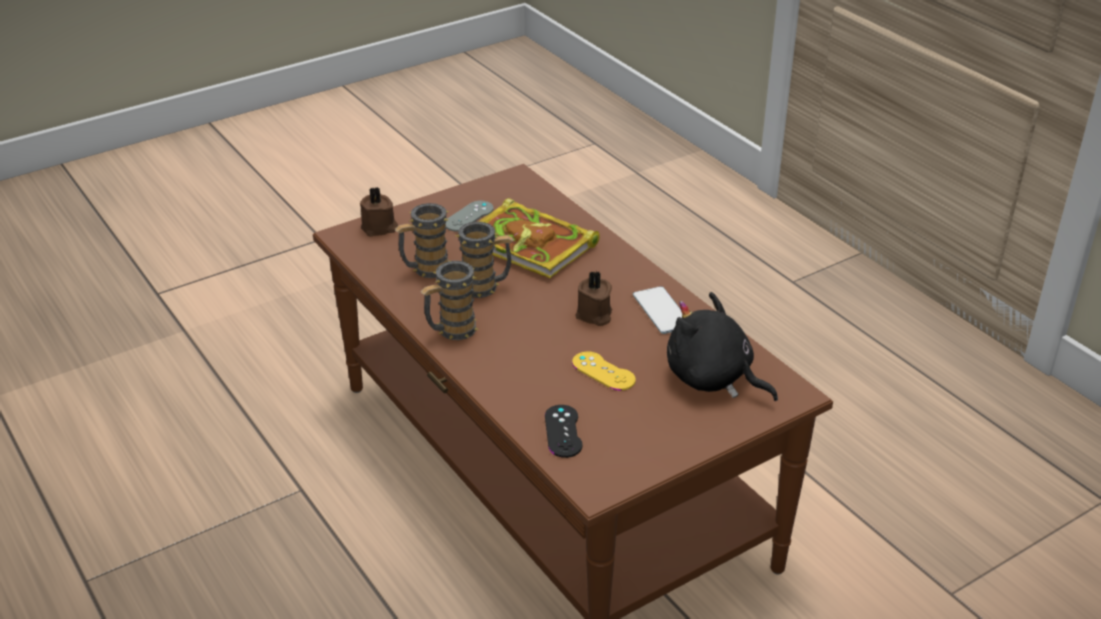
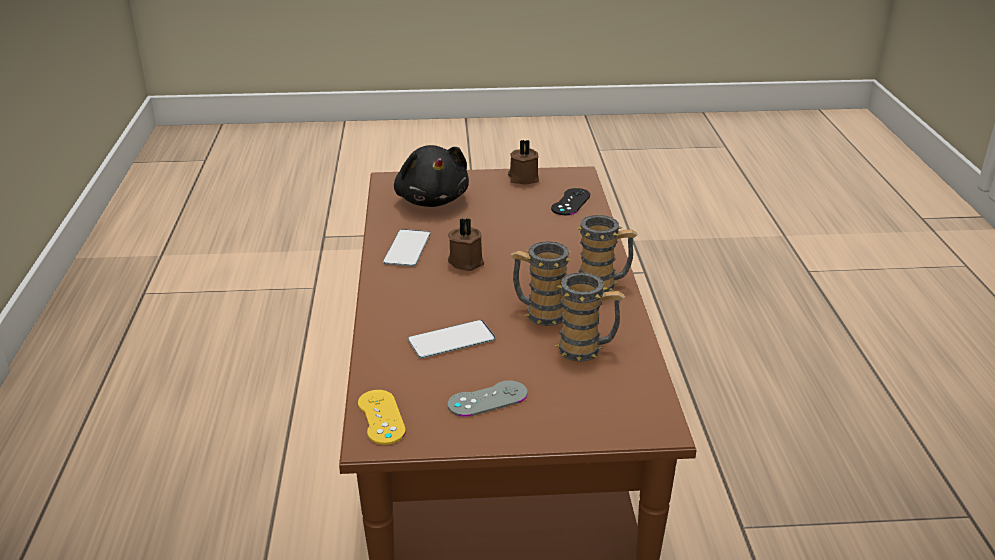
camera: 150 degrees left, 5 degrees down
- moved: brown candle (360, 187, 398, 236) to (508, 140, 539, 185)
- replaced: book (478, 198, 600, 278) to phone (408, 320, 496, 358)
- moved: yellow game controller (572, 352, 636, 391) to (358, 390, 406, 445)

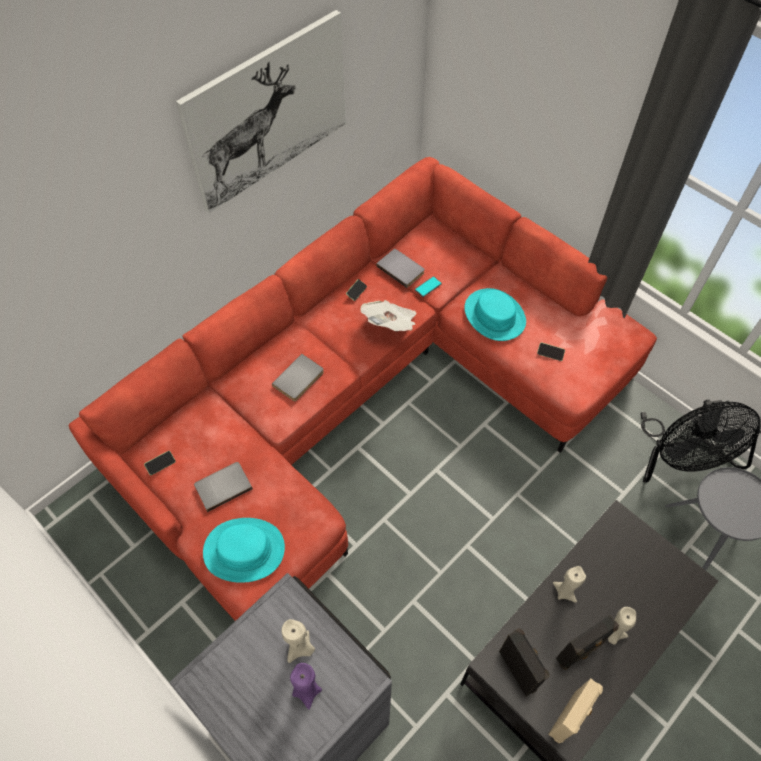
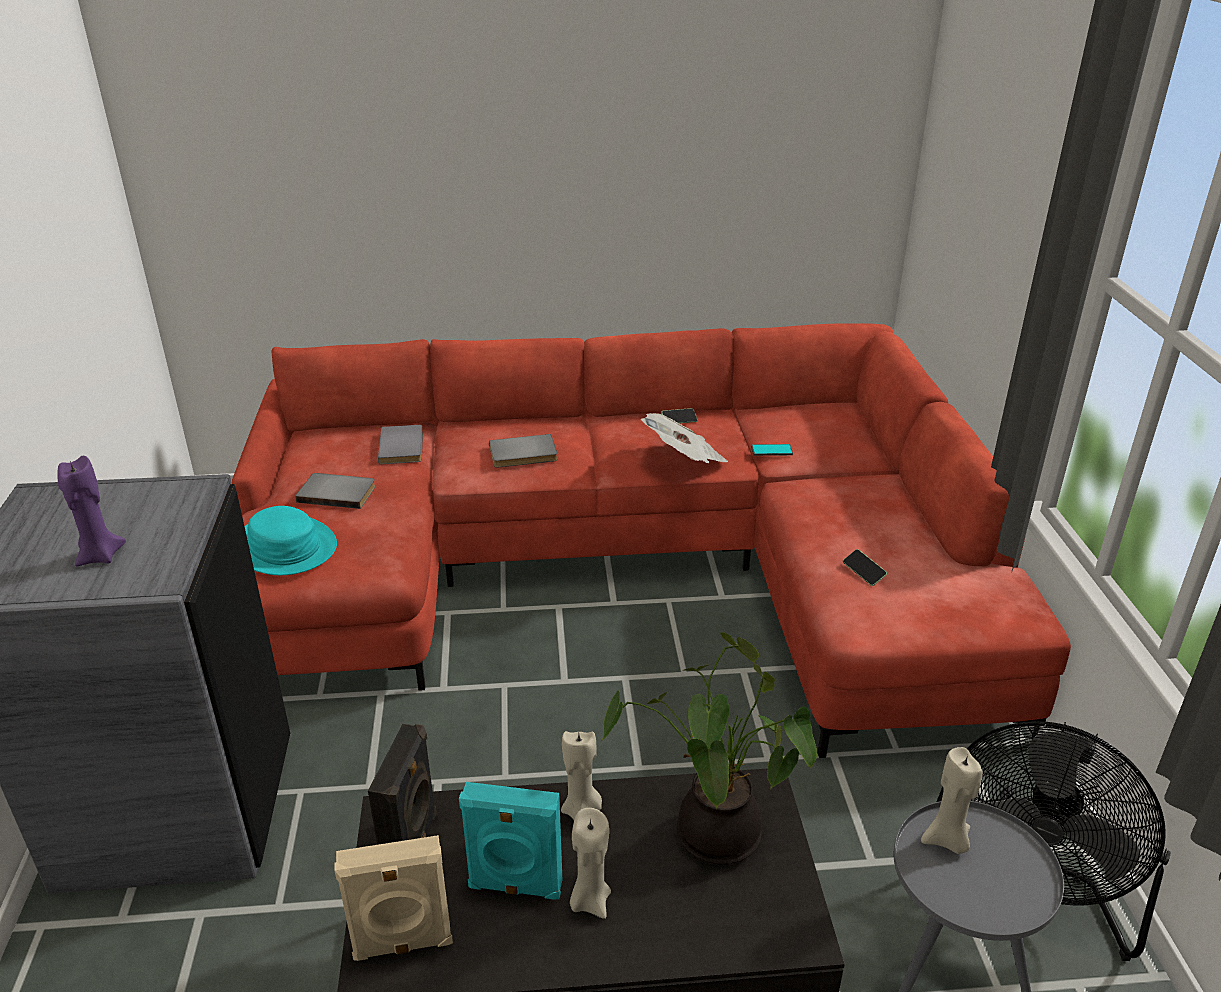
camera: 40 degrees right, 25 degrees down
- removed: picture (176, 10, 346, 213)
- moved: grey book (376, 249, 425, 288) to (378, 425, 423, 464)
- removed: turquoise hat (464, 288, 526, 341)
- removed: phone (144, 451, 176, 475)
- recoloured: black speaker (556, 615, 619, 669) to turquoise speaker (459, 782, 562, 900)
- moved: beige candle (281, 619, 315, 663) to (921, 747, 983, 854)
- added: potted plant (601, 632, 817, 865)

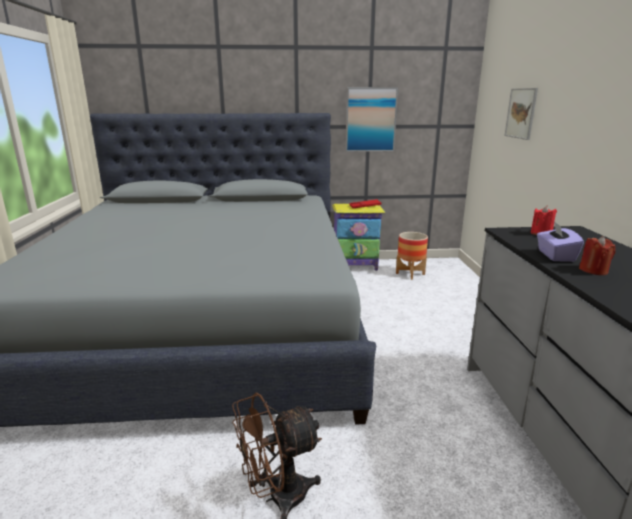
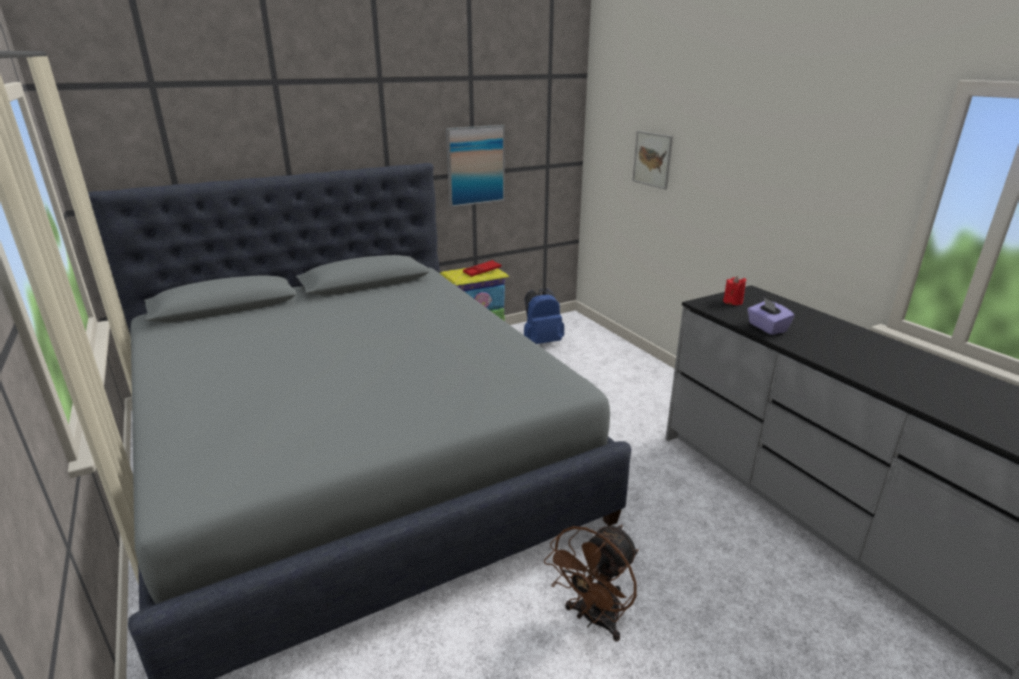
camera: 25 degrees left, 5 degrees up
- replaced: planter (396, 232, 428, 280) to blue backpack (524, 288, 564, 344)
- removed: red candle (579, 236, 616, 275)

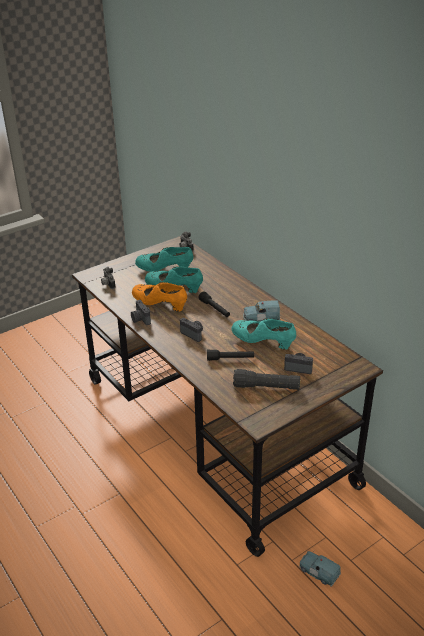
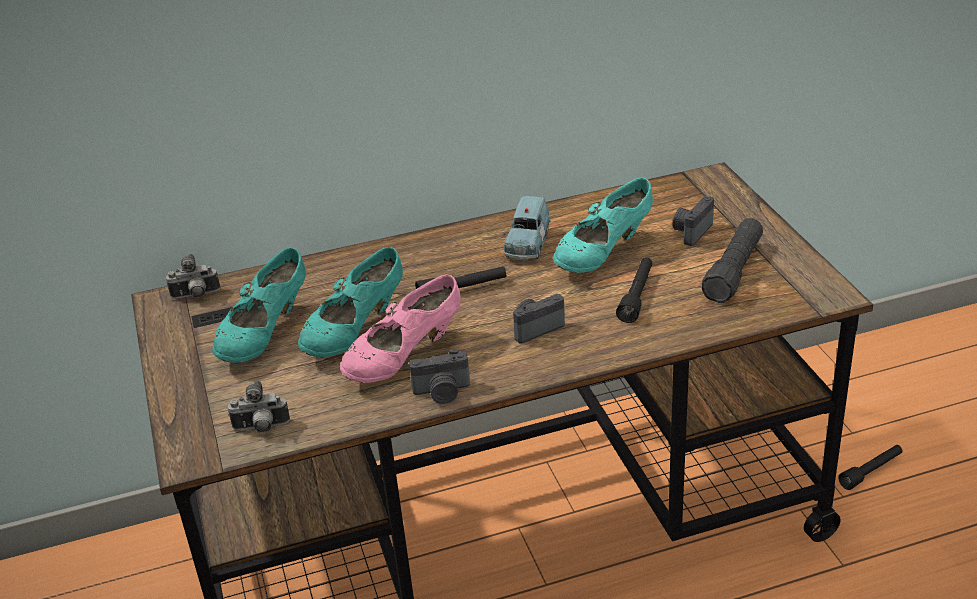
camera: 70 degrees left, 0 degrees up
- recoloured: orange shoe (132, 282, 187, 312) to pink shoe (340, 275, 461, 383)
- replaced: blue toy car (299, 550, 341, 587) to black flashlight (838, 445, 902, 490)

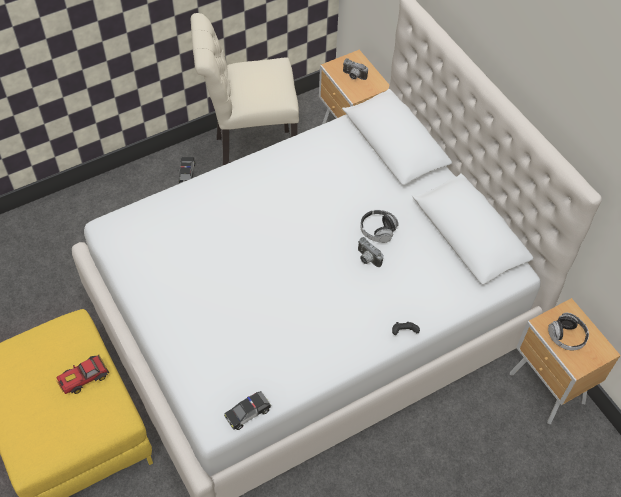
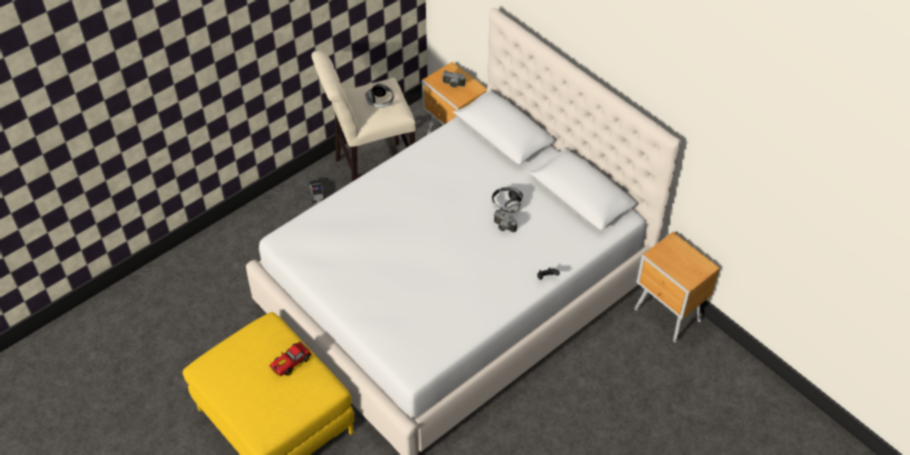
camera: 10 degrees left, 5 degrees down
- moved: headphones (548, 313, 589, 350) to (365, 83, 394, 108)
- removed: toy car (224, 391, 271, 430)

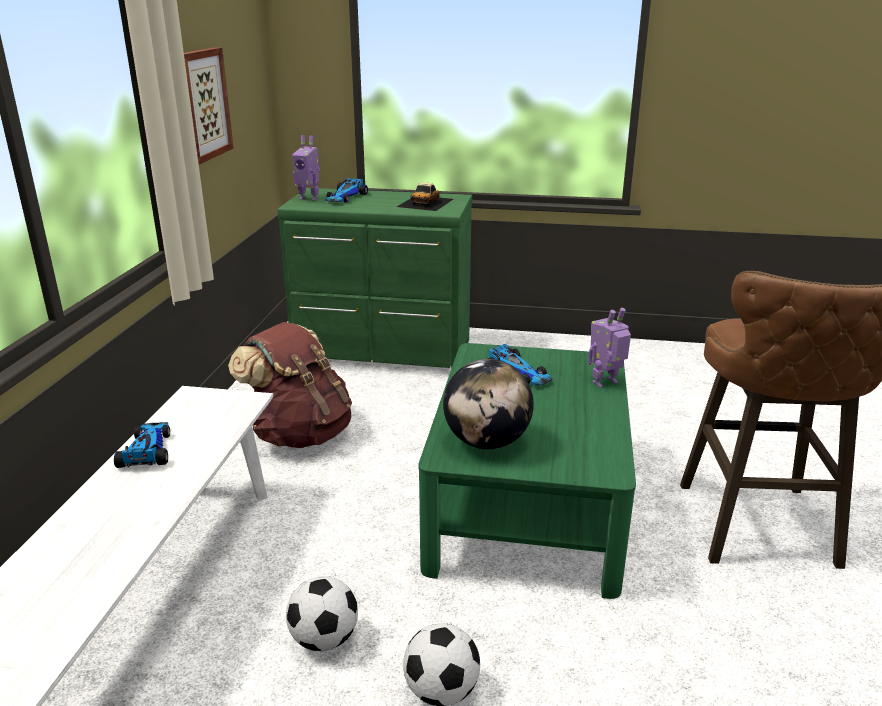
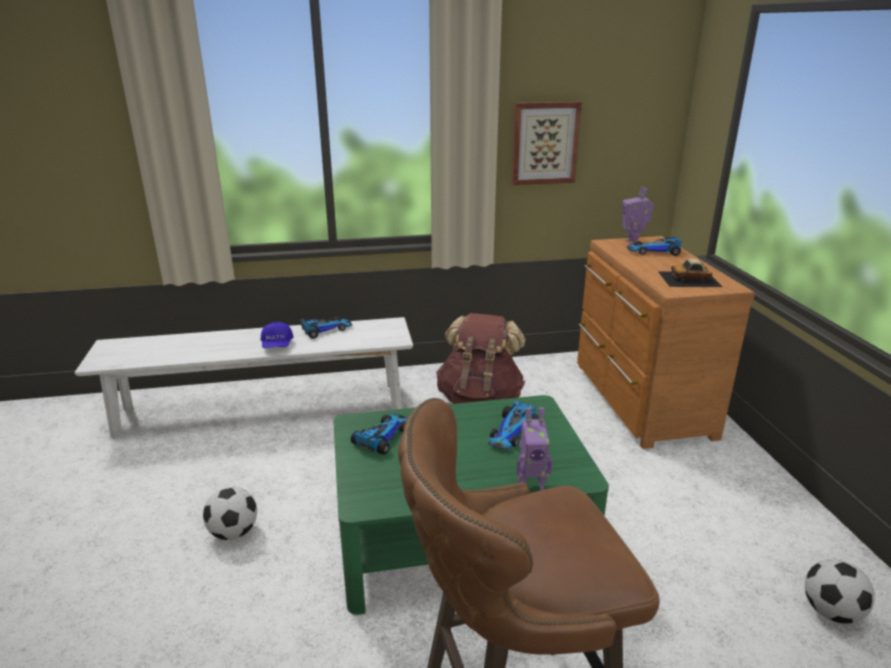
camera: 70 degrees right, 0 degrees up
- recoloured: green dresser (277, 188, 472, 369) to brown dresser (577, 236, 755, 449)
- turned: toy robot (589, 308, 631, 388) = (517, 407, 552, 490) 135 degrees clockwise
- replaced: globe (443, 359, 534, 449) to toy car (351, 414, 408, 455)
- moved: football (286, 576, 358, 651) to (805, 559, 875, 624)
- added: blue cap (261, 322, 294, 348)

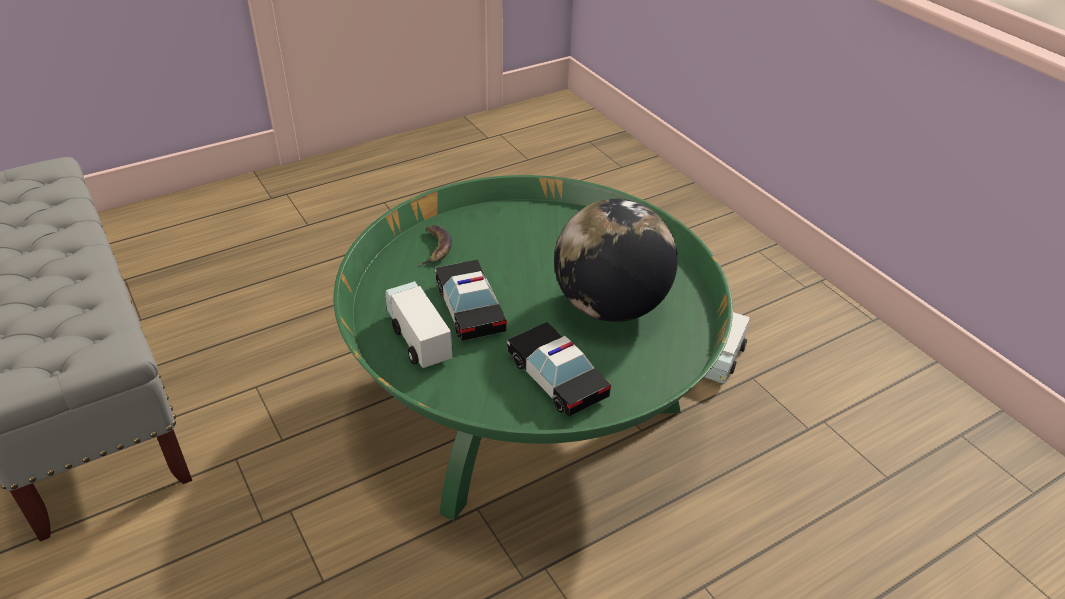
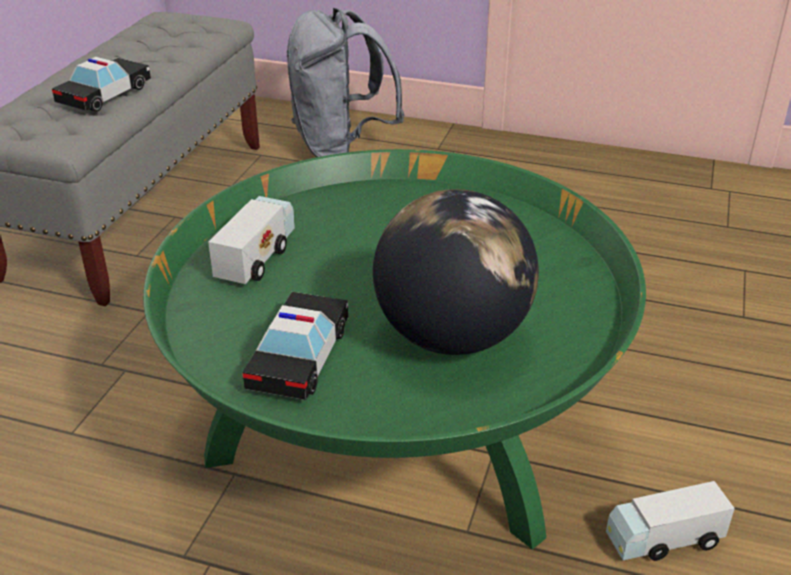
camera: 50 degrees right, 5 degrees down
- removed: banana (419, 225, 452, 266)
- moved: toy car (435, 260, 507, 341) to (52, 57, 151, 112)
- added: grey backpack (287, 8, 405, 157)

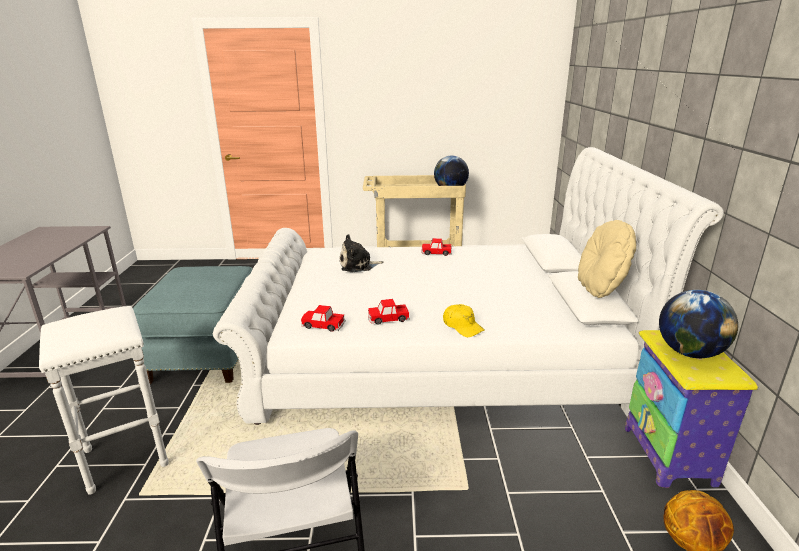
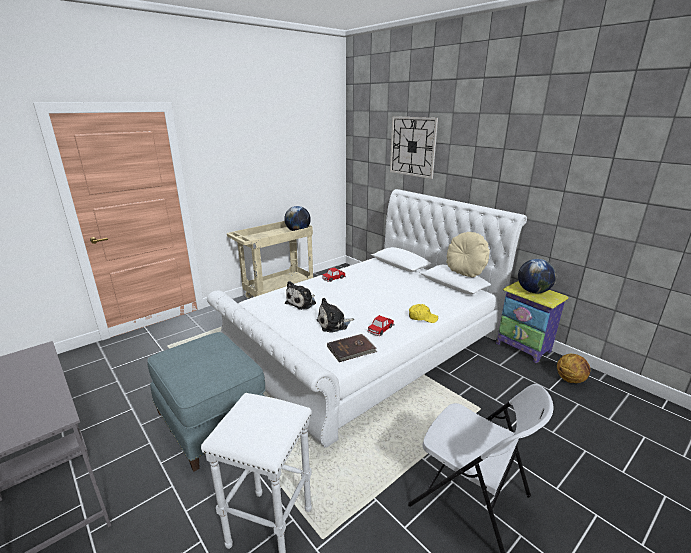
camera: 40 degrees left, 0 degrees up
- replaced: toy car (301, 305, 346, 332) to brown book (327, 334, 377, 362)
- added: wall clock (390, 116, 438, 179)
- added: plush toy (317, 298, 354, 333)

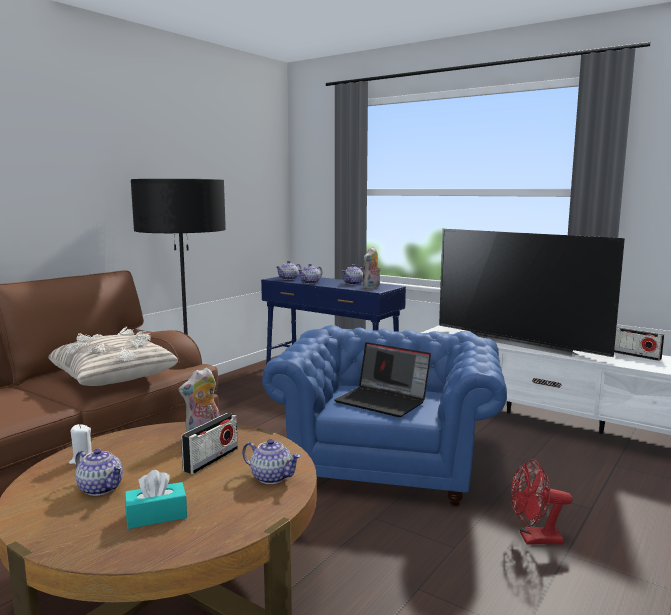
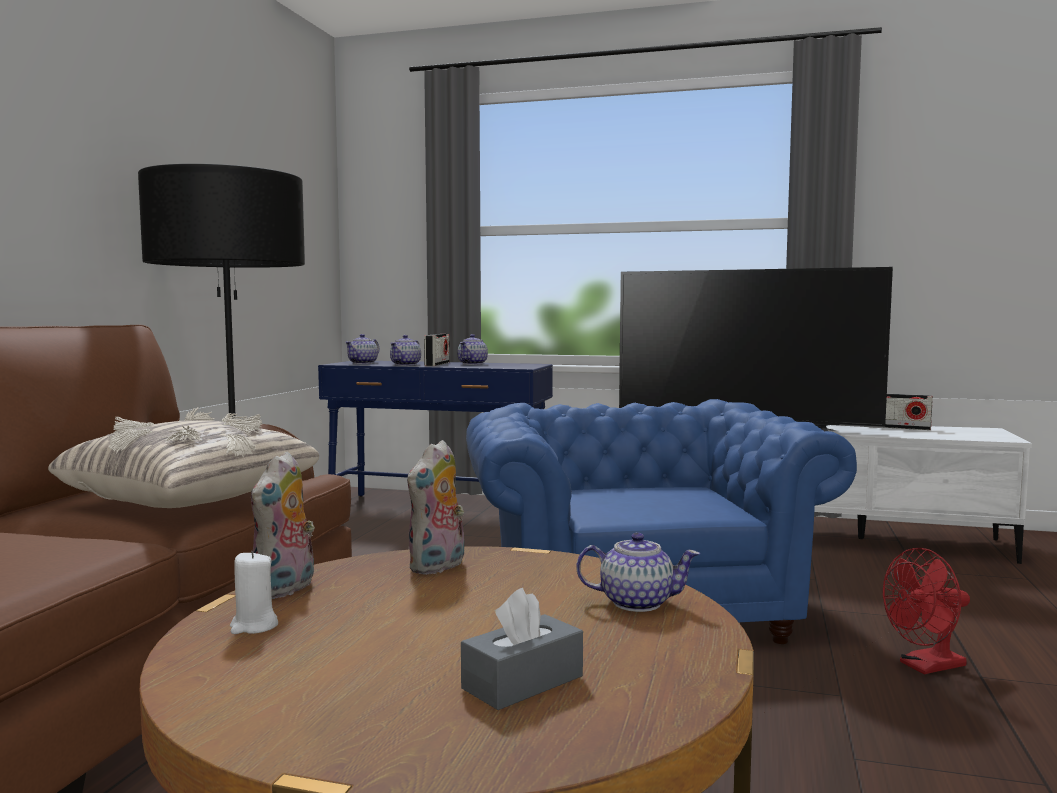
camera: 20 degrees left, 5 degrees down
- moved: plush toy (363, 247, 381, 289) to (251, 451, 315, 599)
- removed: laptop (334, 342, 431, 417)
- moved: radio (181, 413, 238, 474) to (424, 334, 450, 366)
- removed: teapot (75, 449, 123, 496)
- recoloured: turquoise tissue box (125, 470, 187, 529) to grey tissue box (461, 588, 583, 710)

